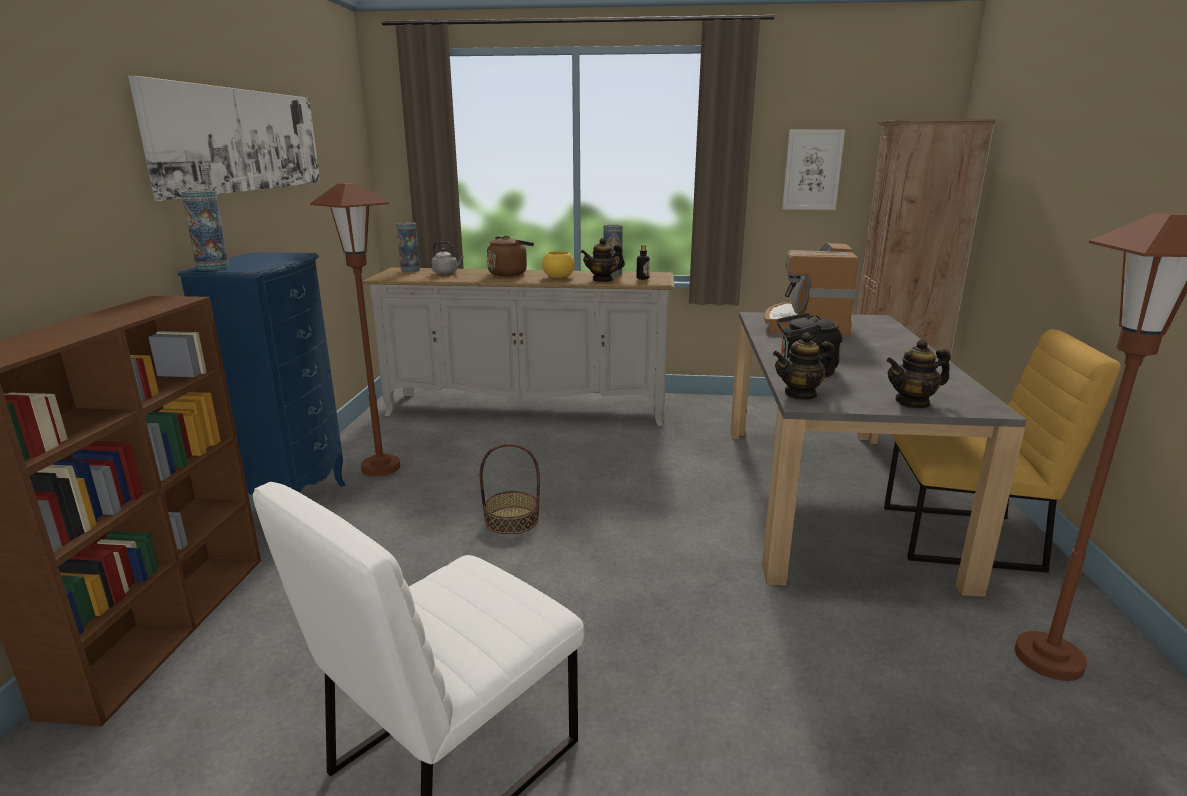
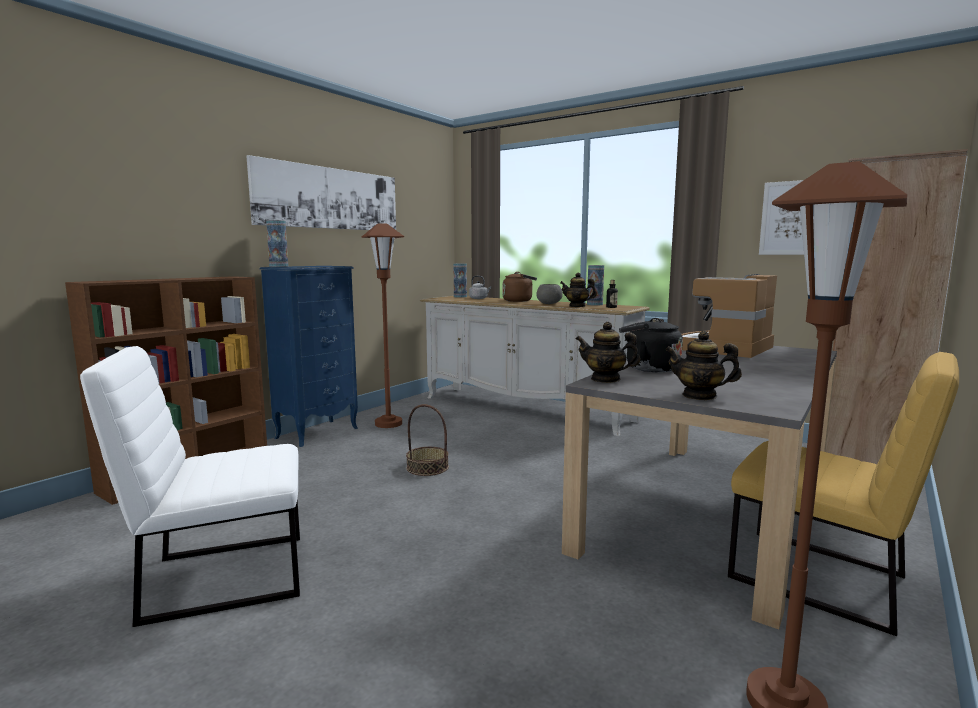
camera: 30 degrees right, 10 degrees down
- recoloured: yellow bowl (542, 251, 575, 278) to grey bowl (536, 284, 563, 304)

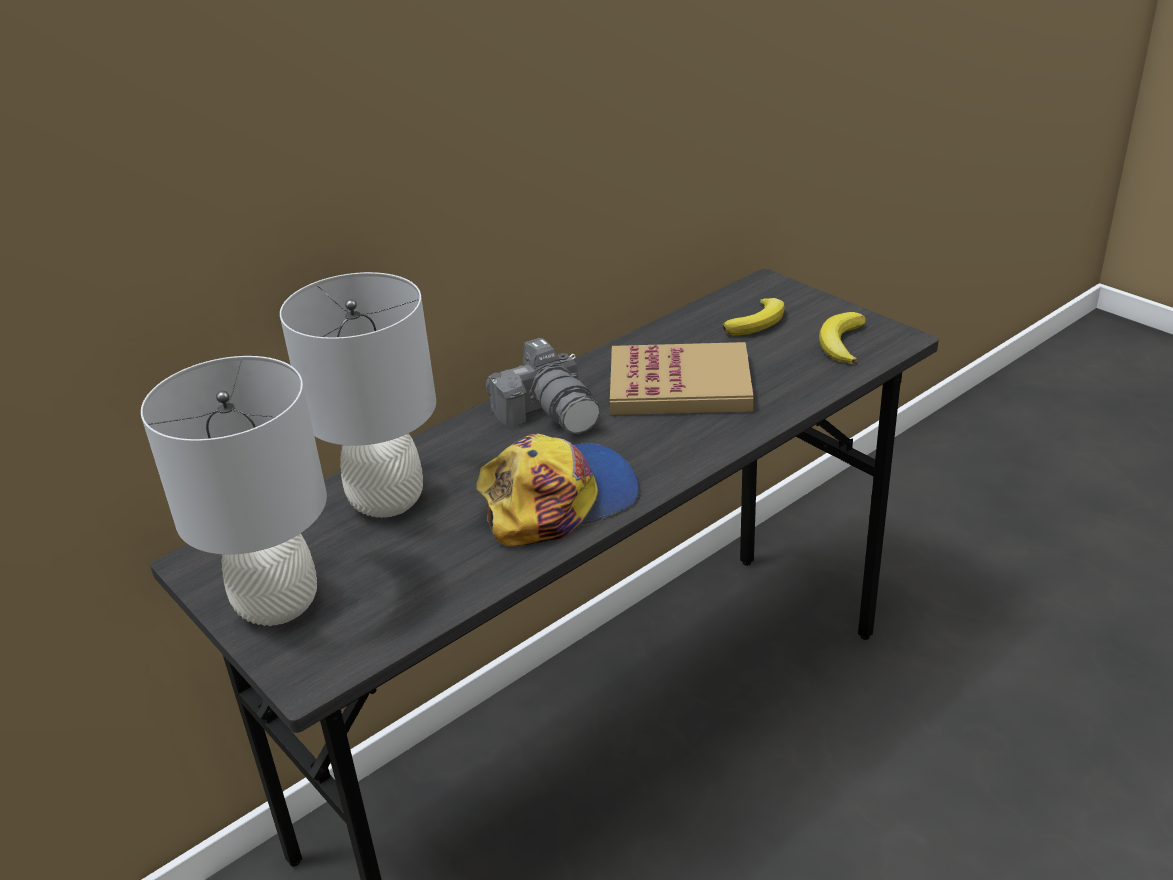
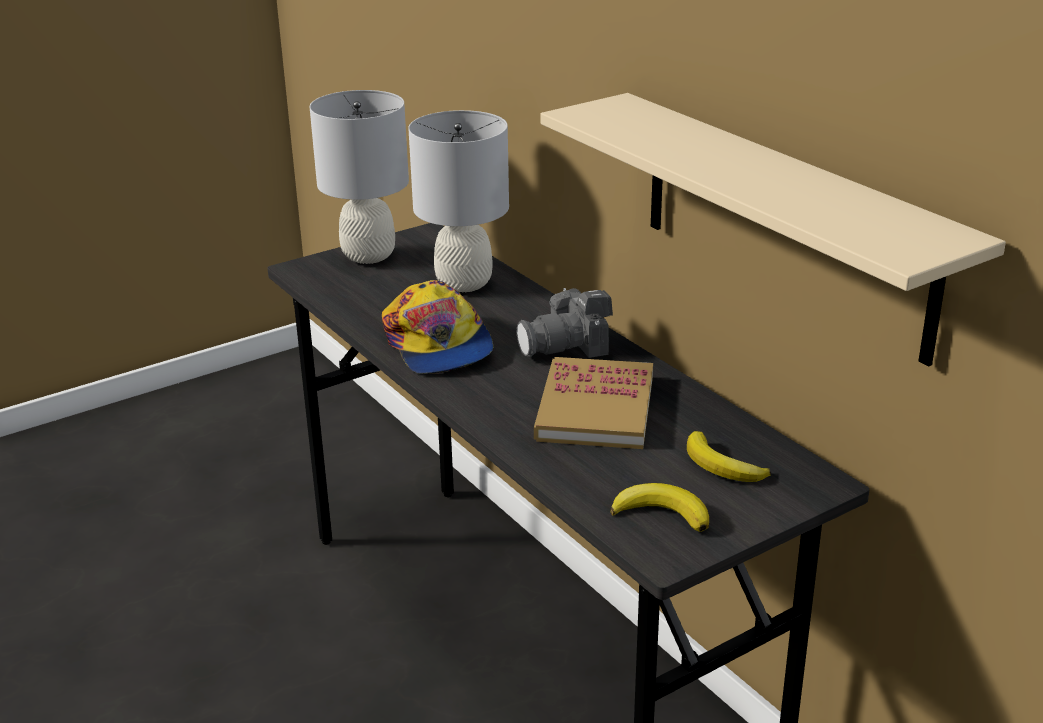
camera: 95 degrees right, 5 degrees down
- added: beige shelf (540, 93, 1006, 367)

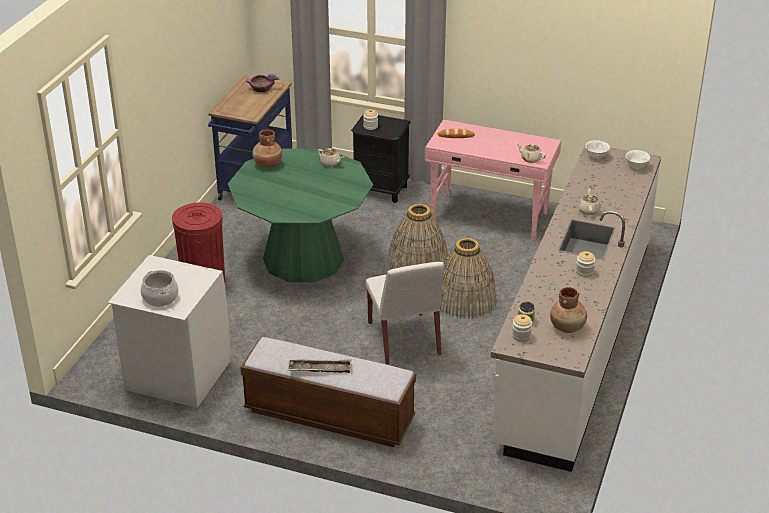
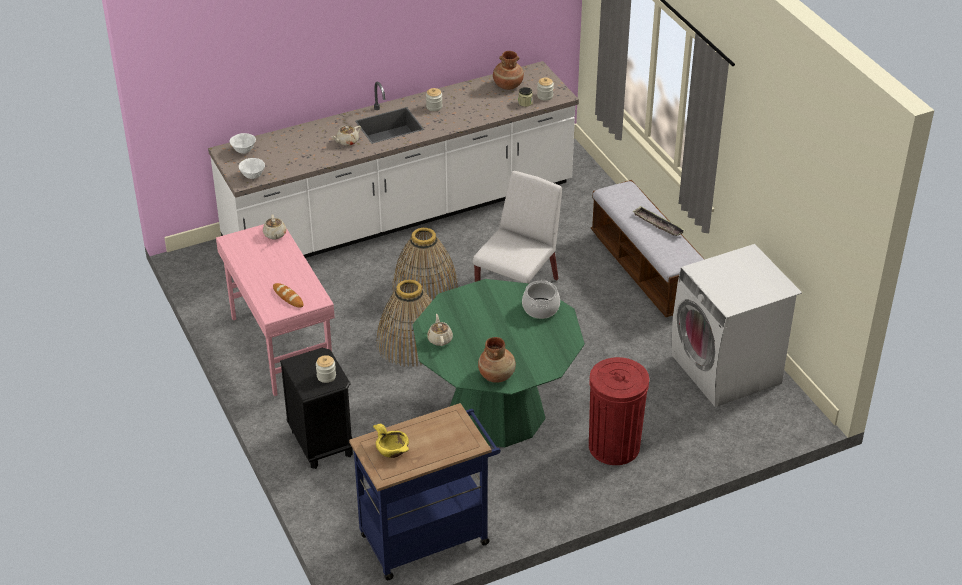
camera: 135 degrees left, 5 degrees up
- recoloured: purple bowl (246, 74, 280, 92) to yellow bowl (373, 424, 409, 458)
- moved: cooking pot (141, 270, 179, 307) to (522, 280, 560, 319)

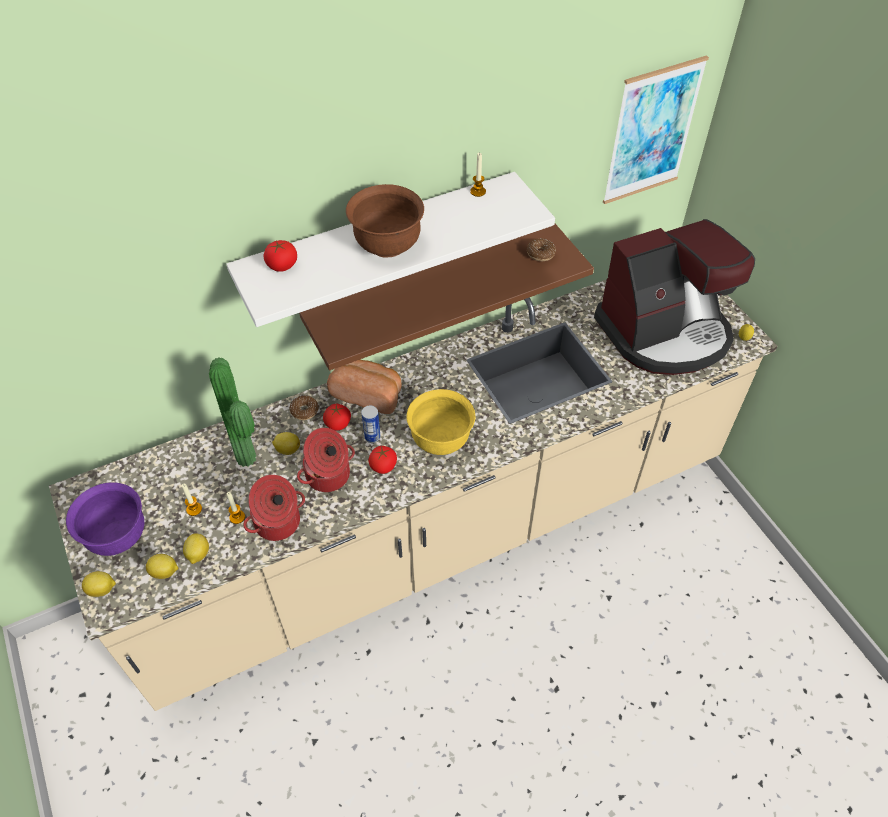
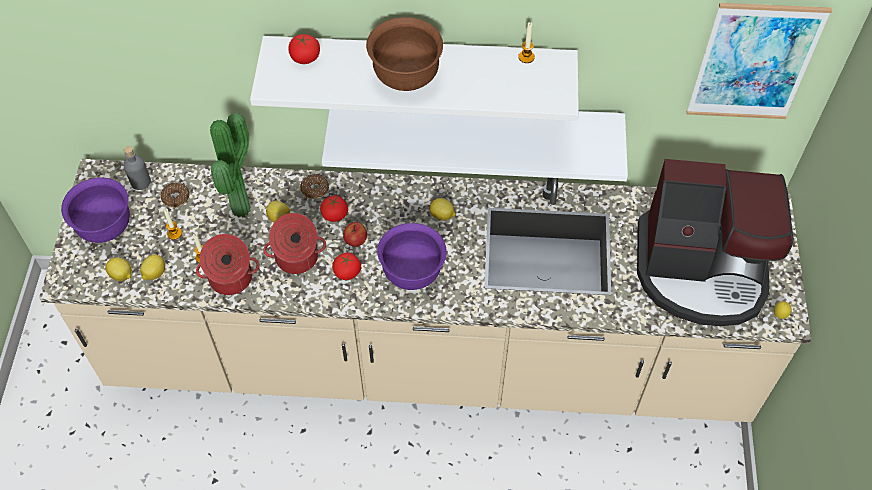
camera: 30 degrees right, 5 degrees up
- recoloured: brown shelf (299, 224, 594, 371) to white shelf (322, 109, 628, 181)
- moved: donut (527, 238, 556, 261) to (160, 183, 190, 208)
- removed: bread (327, 360, 402, 414)
- recoloured: yellow bowl (406, 389, 475, 455) to purple bowl (377, 223, 447, 290)
- replaced: can (361, 406, 380, 443) to apple (343, 222, 367, 247)
- moved: lemon (82, 571, 116, 597) to (429, 198, 456, 220)
- added: grey bottle (124, 146, 151, 190)

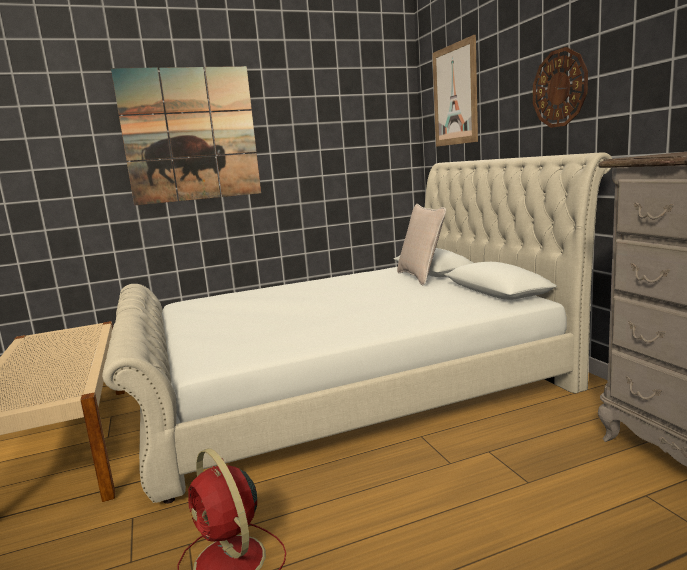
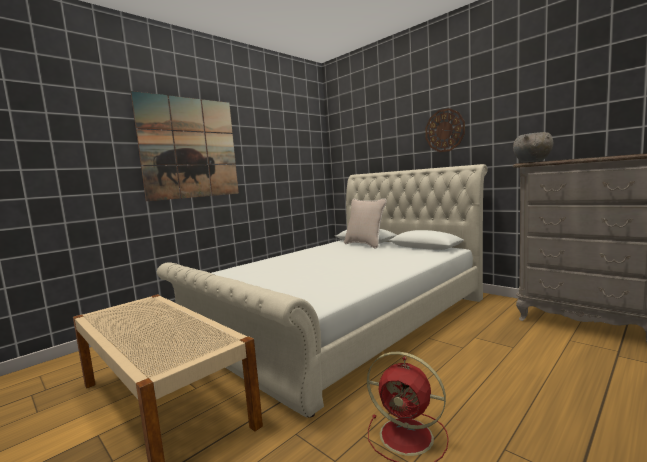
camera: 25 degrees left, 5 degrees down
- removed: picture (432, 35, 478, 147)
- added: grey bowl (513, 132, 553, 162)

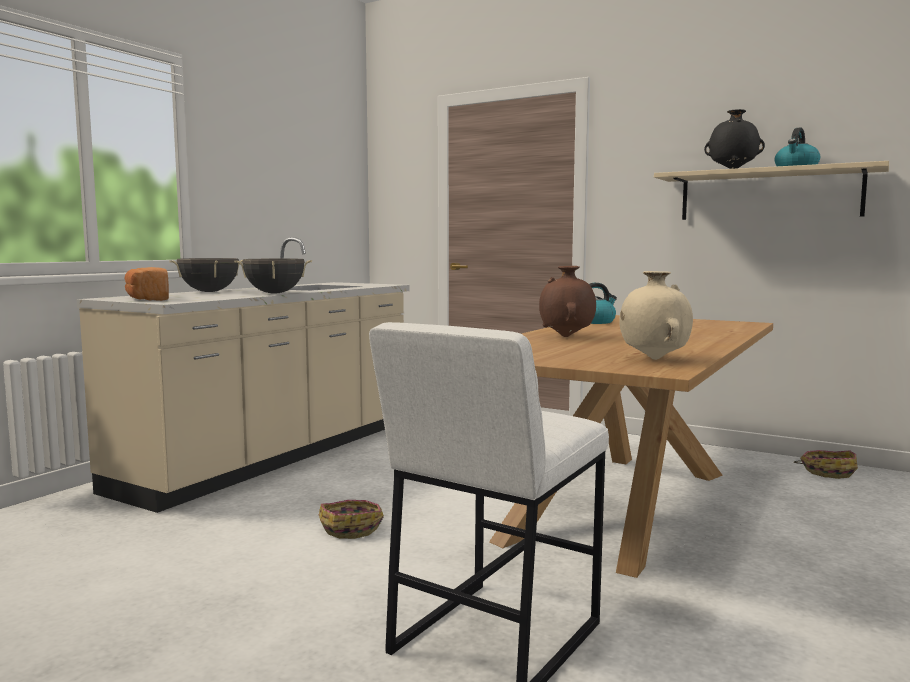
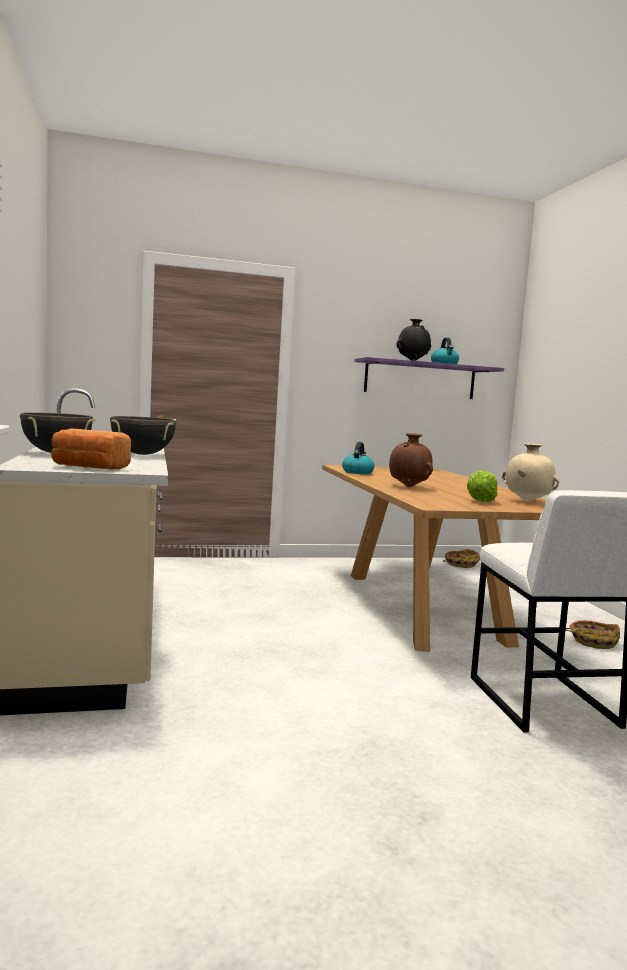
camera: 45 degrees left, 0 degrees up
- recoloured: beige shelf (654, 161, 889, 220) to purple shelf (354, 357, 504, 399)
- moved: basket (319, 500, 384, 539) to (566, 620, 620, 649)
- added: lettuce (467, 471, 498, 502)

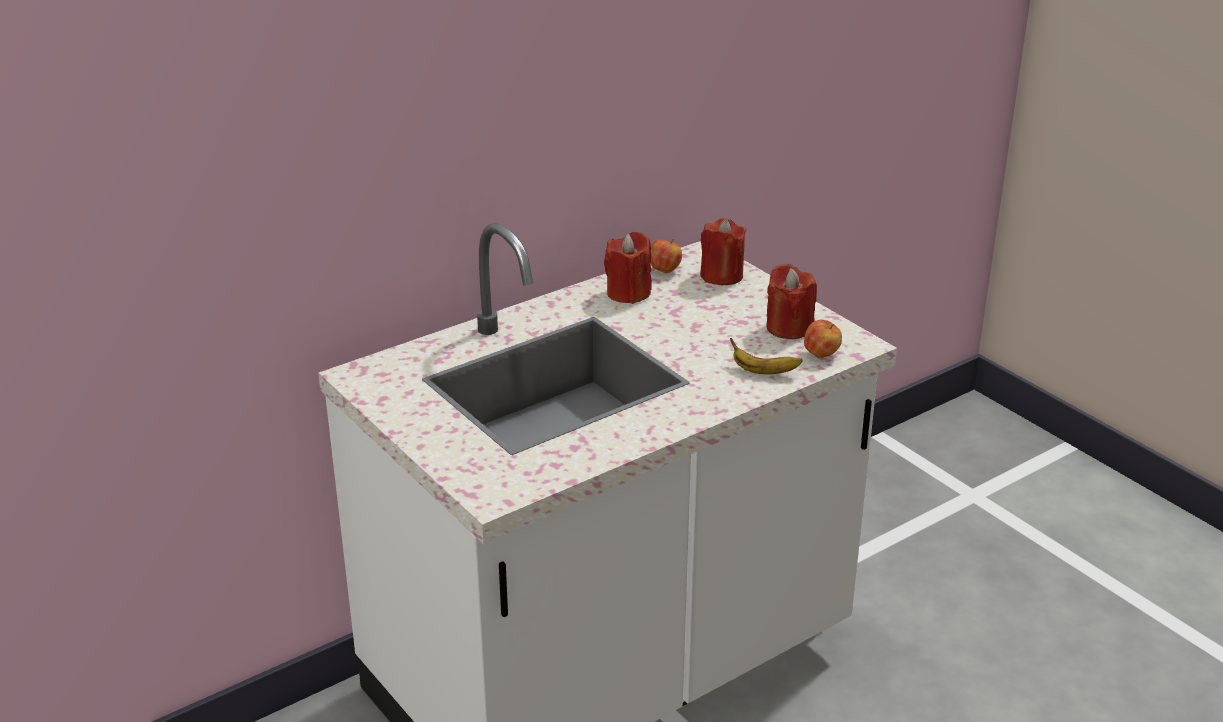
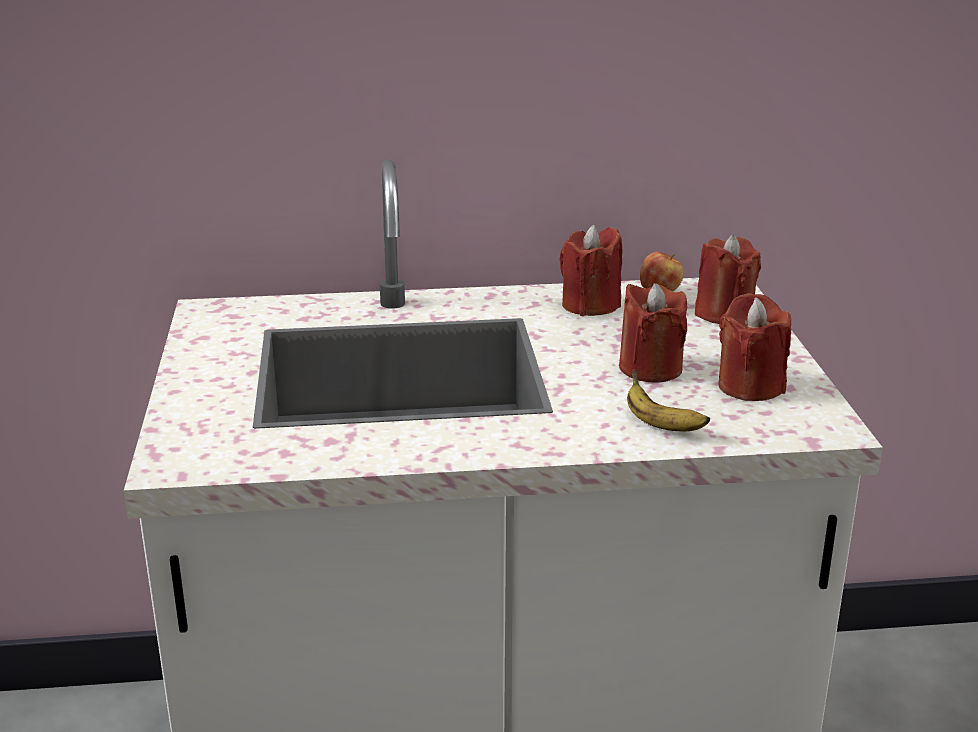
camera: 30 degrees right, 5 degrees down
- removed: apple (804, 319, 842, 358)
- added: red candle (619, 283, 687, 383)

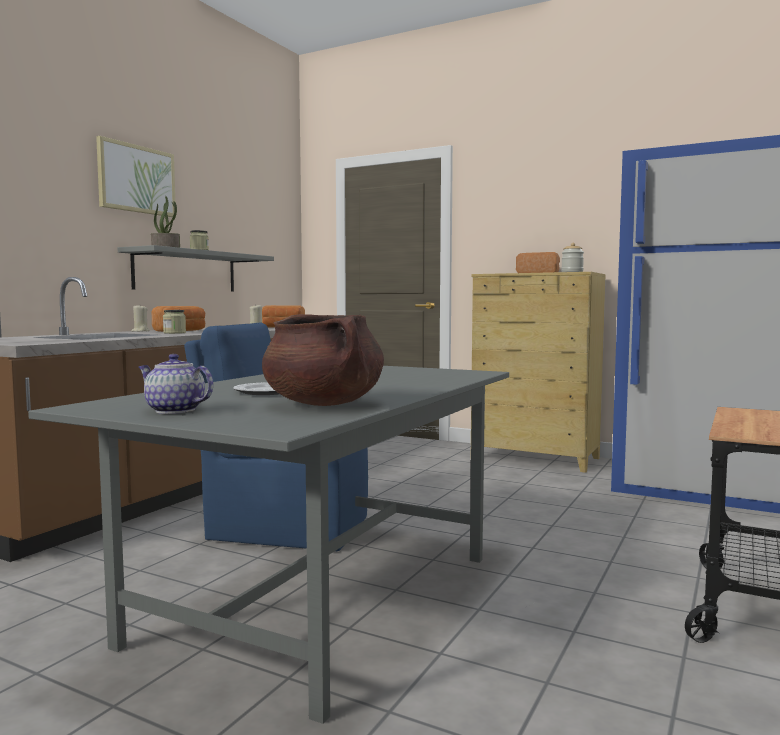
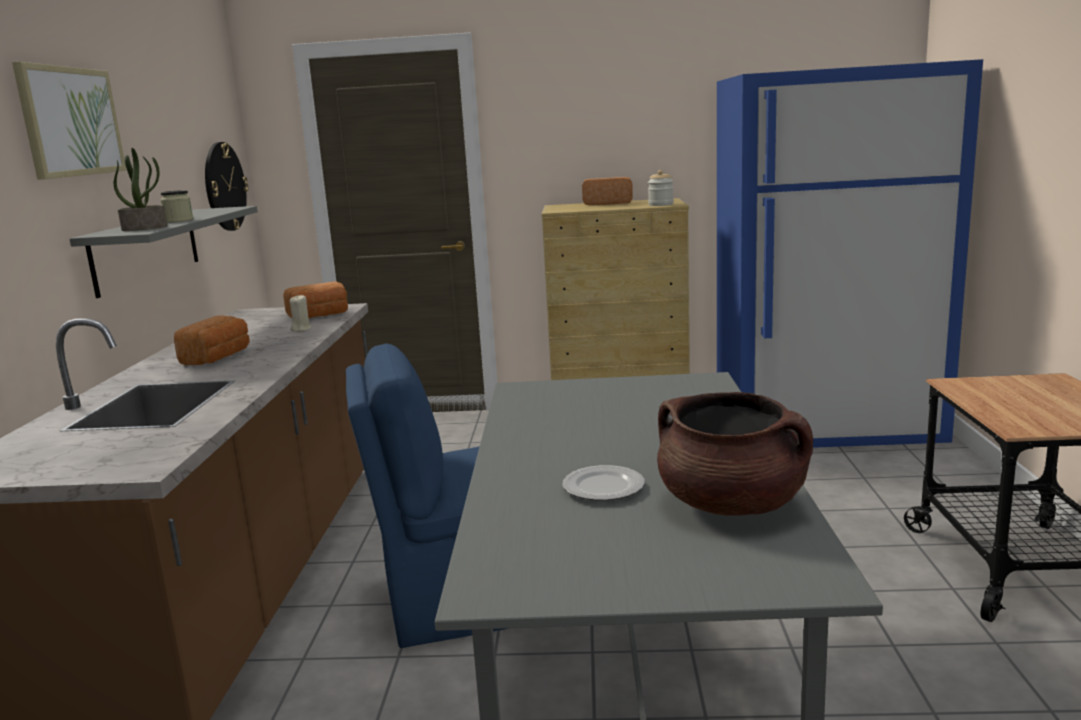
camera: 25 degrees left, 10 degrees up
- removed: beige candle (131, 305, 150, 332)
- removed: jar (163, 310, 186, 334)
- removed: teapot (139, 354, 213, 414)
- added: wall clock (205, 142, 248, 231)

